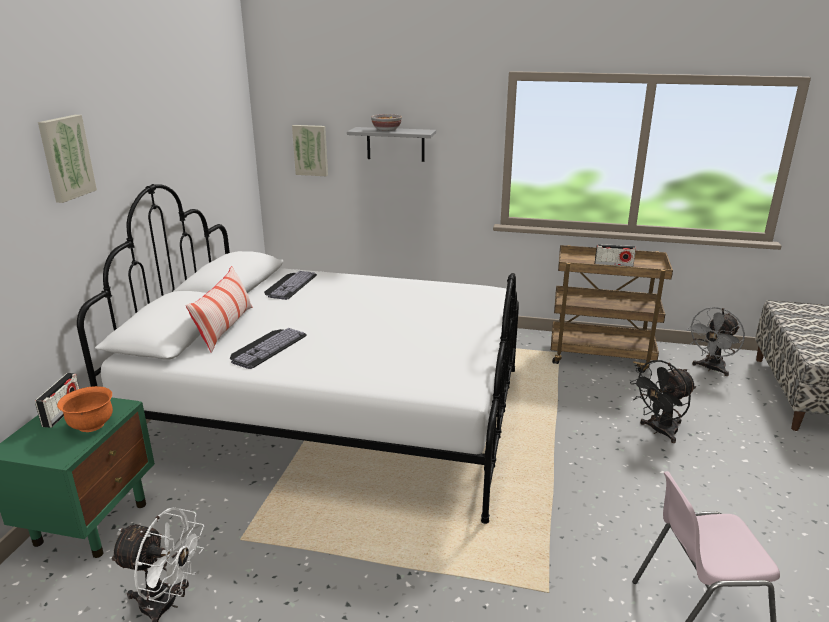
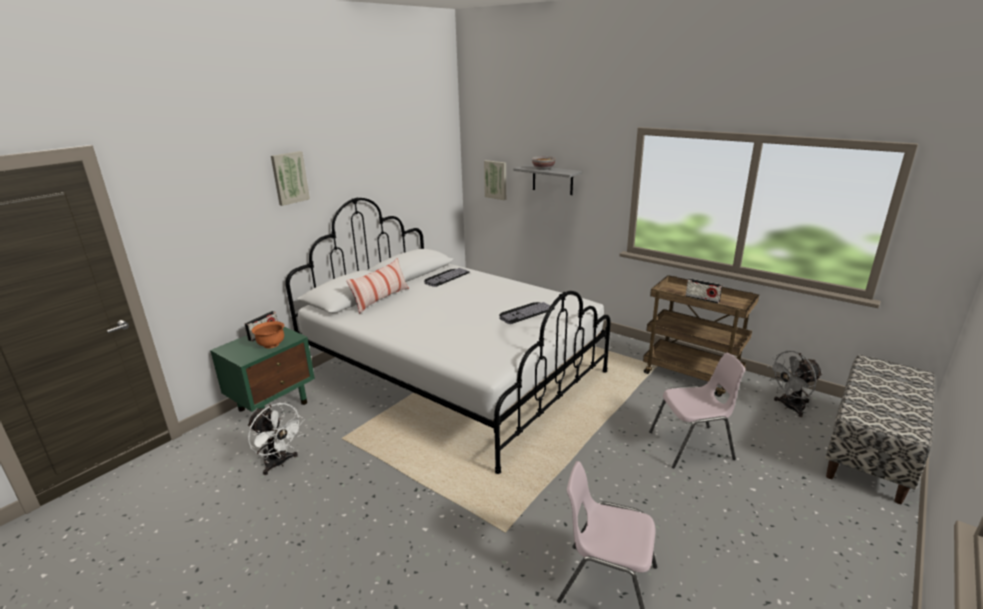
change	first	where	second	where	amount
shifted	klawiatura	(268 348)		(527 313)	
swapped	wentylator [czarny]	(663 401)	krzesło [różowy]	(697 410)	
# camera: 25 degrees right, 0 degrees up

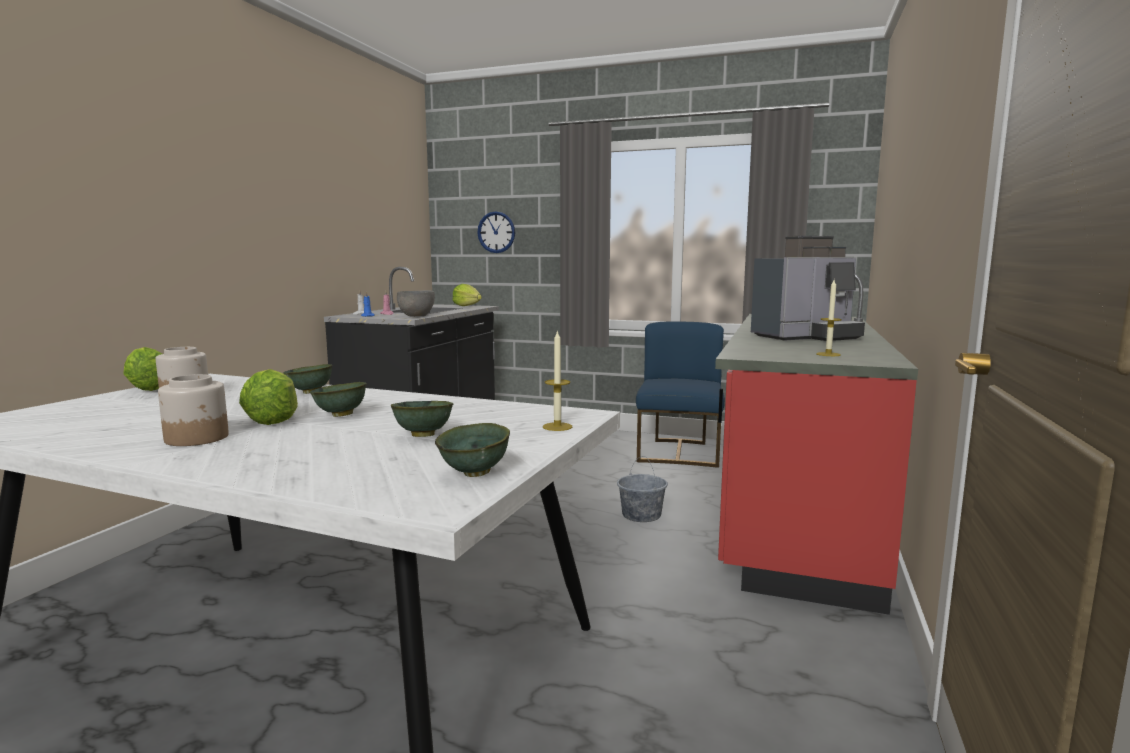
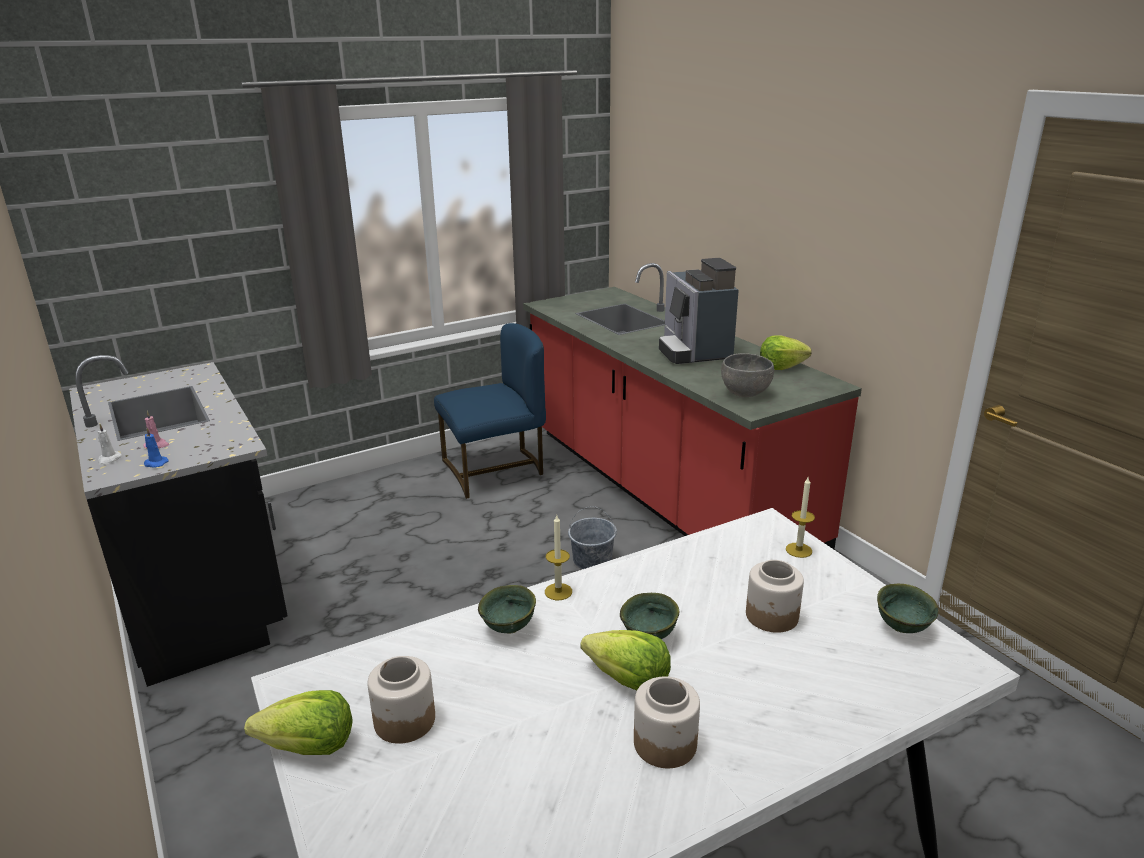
change	first	where	second	where	amount
swapped	miska [zielony]	(422 419)	słoik	(775 596)	
shifted	miska [szary]	(416 303)		(747 375)	
shifted	sałata	(467 295)		(786 352)	
gone	zegar ścienny	(496 232)			
rotated	krzesło [niebieski]	(680 394)		(490 411)	105 degrees clockwise
rotated	ekspres do kawy	(808 288)		(699 311)	150 degrees clockwise
shifted	świeca	(829 318)		(558 557)	
# camera: 50 degrees left, 15 degrees up

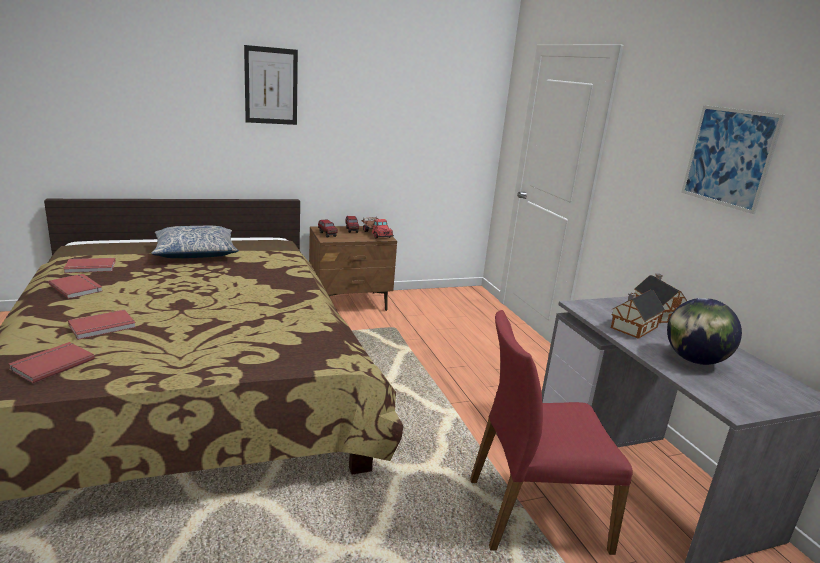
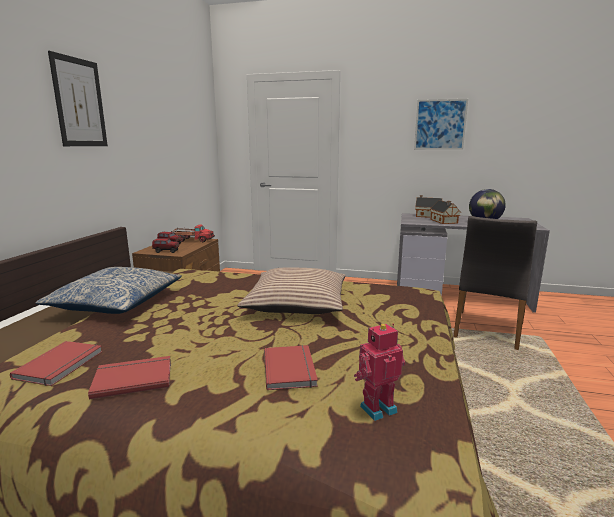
change	first	where	second	where	amount
swapped	książka [czerwony]	(51 363)	robot zabawkowy	(379 372)	
repainted	krzesło [czerwony]	(551 432)	krzesło [szary]	(495 283)	
new			poduszka	(291 290)	
# camera: 55 degrees left, 5 degrees down

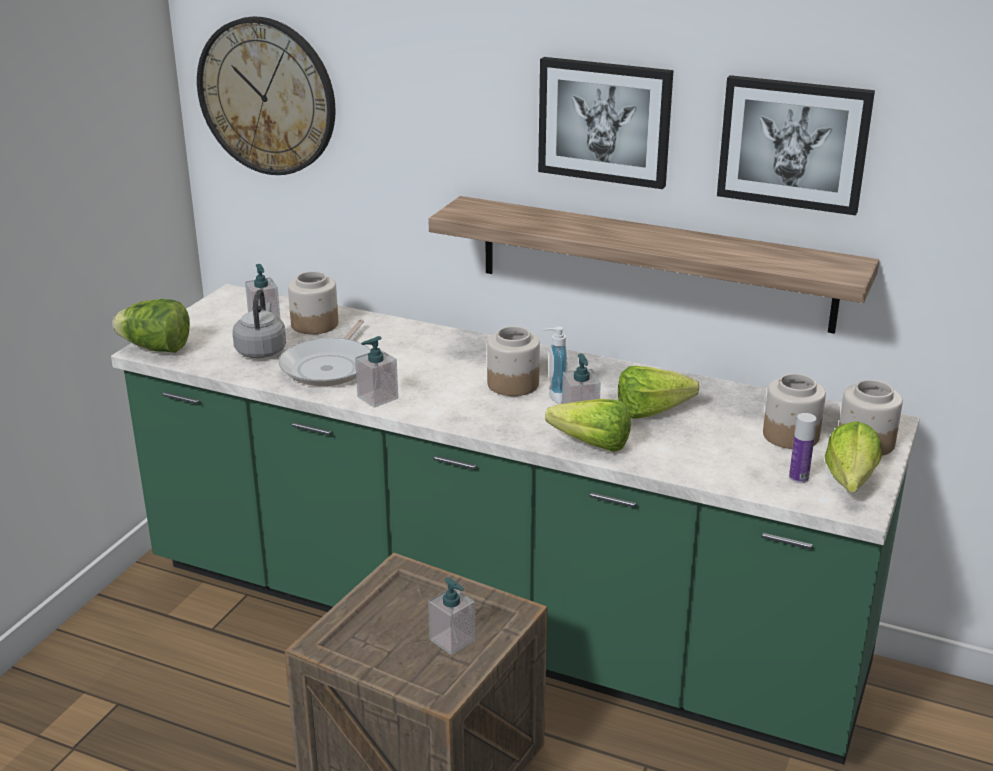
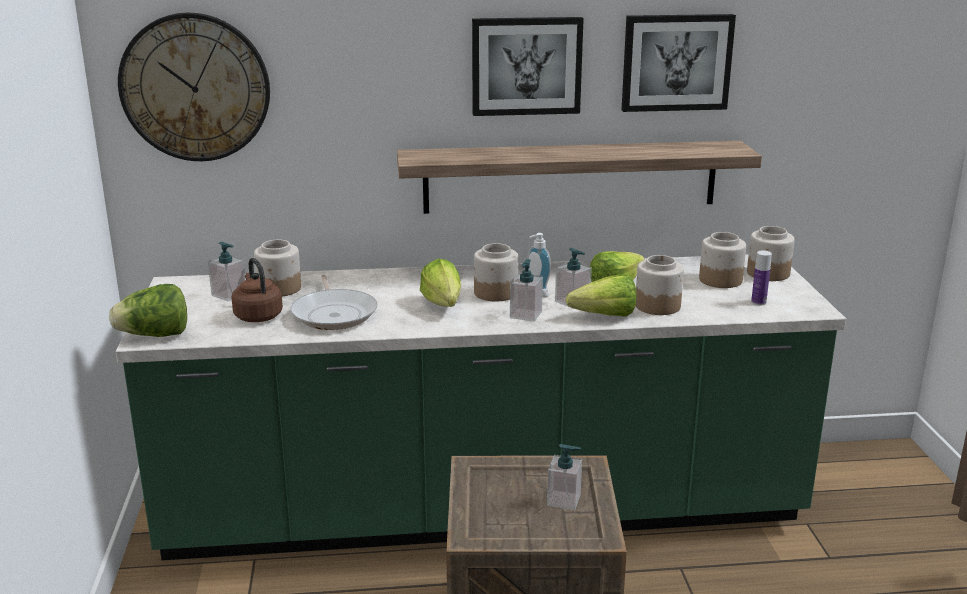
change	first	where	second	where	amount
repainted	czajnik [szary]	(259 323)	czajnik [brązowy]	(257 290)	
shifted	dozownik mydła	(376 372)		(526 290)	
shifted	sałata	(853 457)		(440 283)	
new			słoik	(660 285)	
# camera: 30 degrees left, 5 degrees down

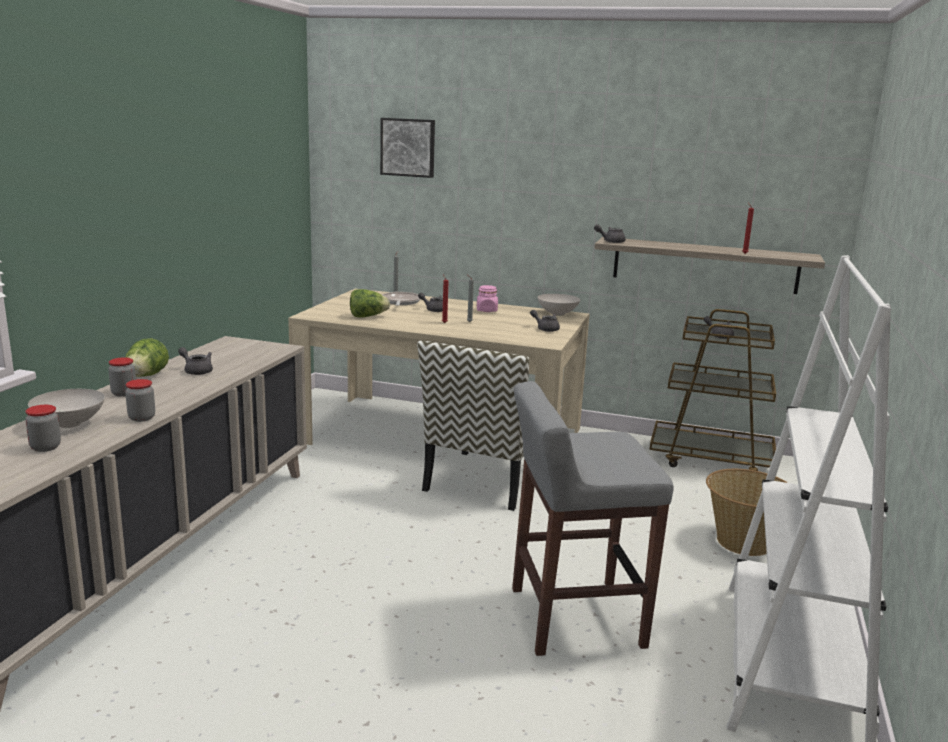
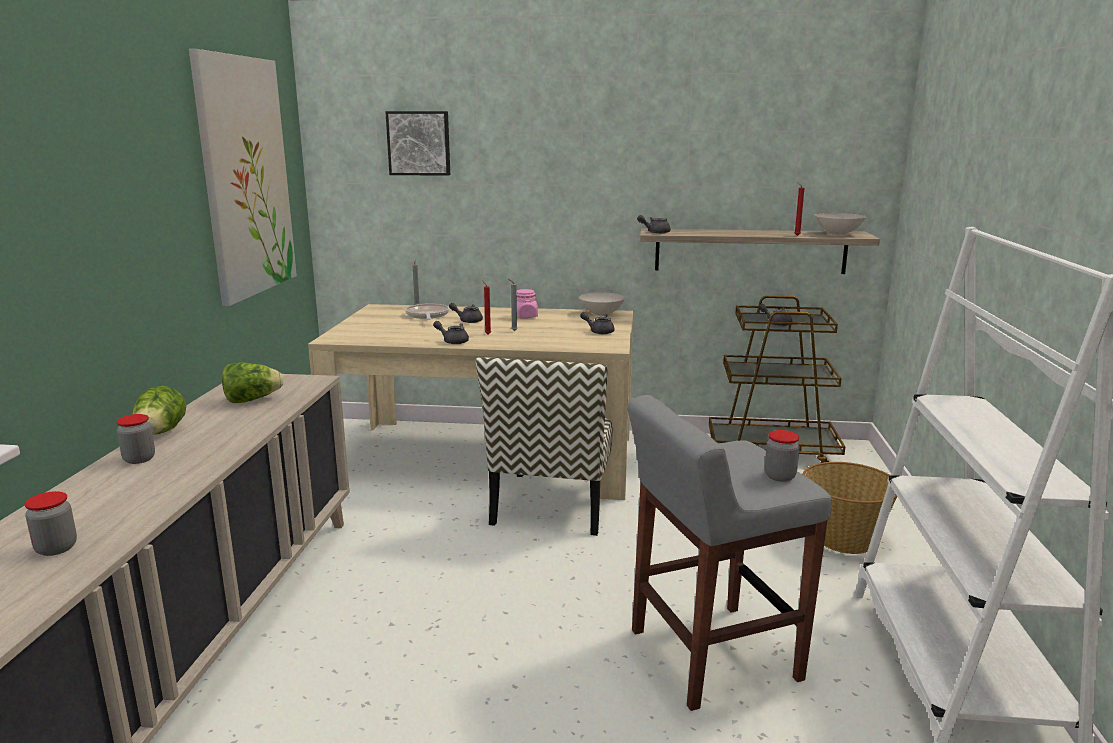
change	first	where	second	where	amount
shifted	miska [biały]	(66 408)		(840 224)	
shifted	słoik	(140 400)		(782 456)	
shifted	imbryk [szary]	(195 361)		(451 332)	
shifted	sałata	(370 303)		(252 383)	
new			obraz	(243 177)	
# camera: 10 degrees left, 0 degrees up

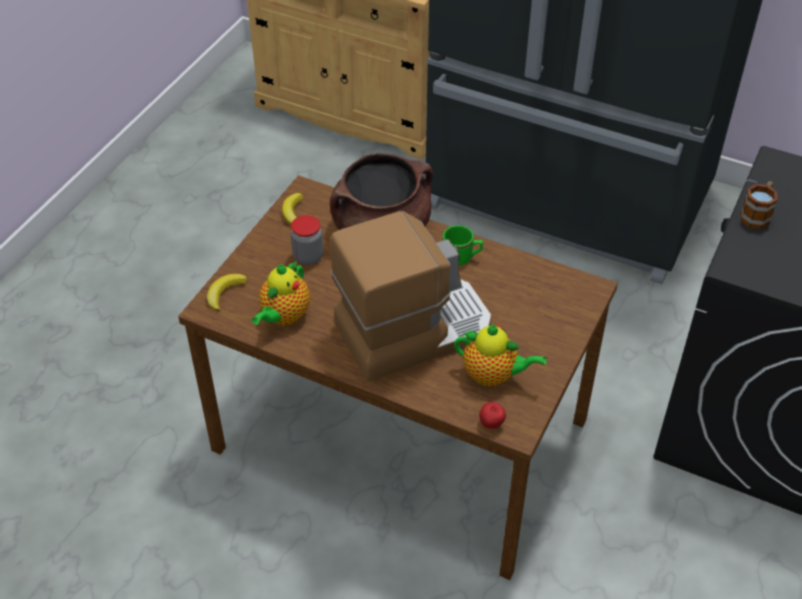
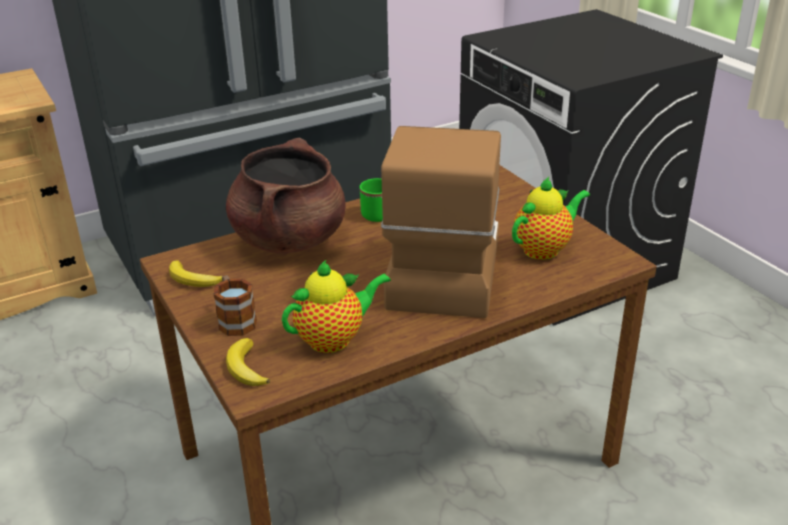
change	first	where	second	where	amount
rotated	imbryk	(281 293)		(336 306)	90 degrees counterclockwise
gone	słoik	(306 240)			
gone	jabłko	(492 415)			
shifted	kubek	(759 205)		(235 305)	
# camera: 55 degrees left, 15 degrees down

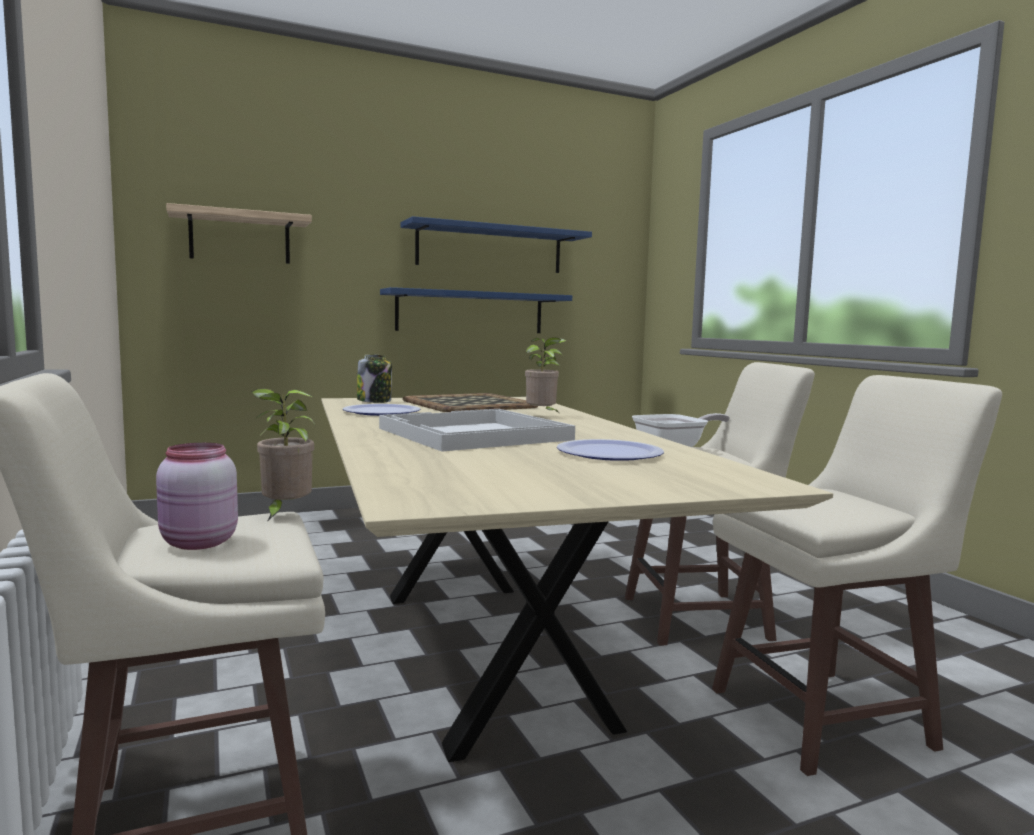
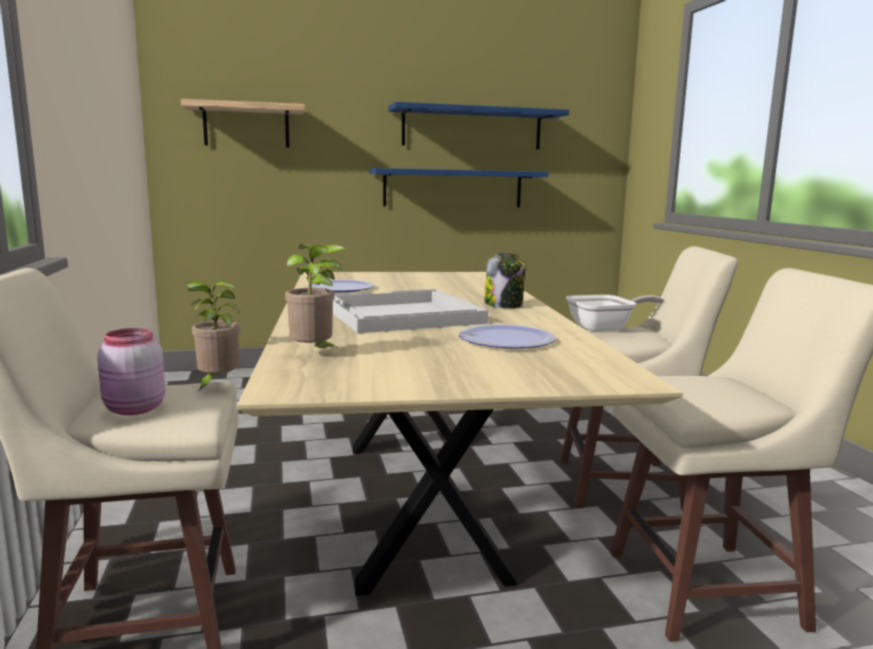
change	first	where	second	where	amount
shifted	słoik	(374 378)		(505 281)	
gone	taca	(470 402)			
shifted	roślina doniczkowa	(545 376)		(315 297)	
# camera: 10 degrees right, 5 degrees up

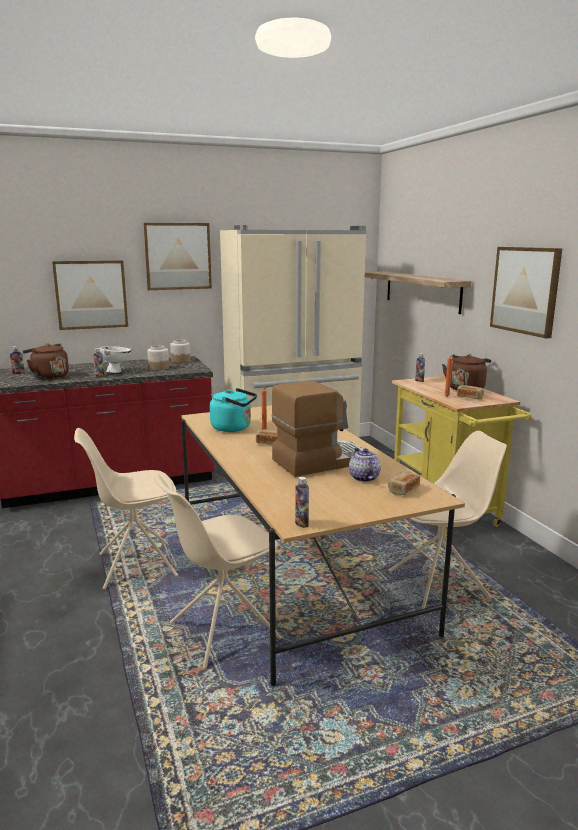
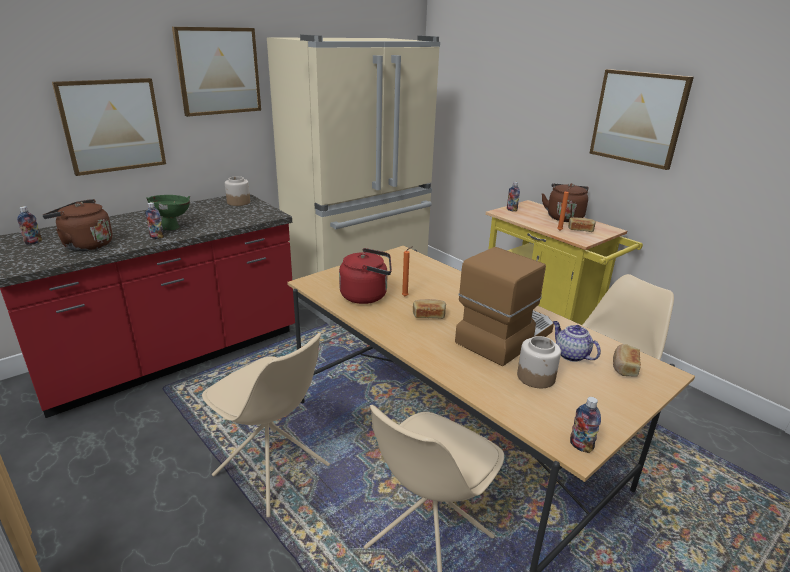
change	first	where	second	where	amount
rotated	krzesło [beżowy]	(126 509)		(266 425)	105 degrees counterclockwise
repainted	miska [biały]	(115 359)	miska [zielony]	(168 212)	
shifted	słoik	(158 357)		(539 362)	
repainted	czajnik [turkusowy]	(233 410)	czajnik [czerwony]	(365 276)	
gone	półka	(418 293)			
# camera: 20 degrees left, 10 degrees up

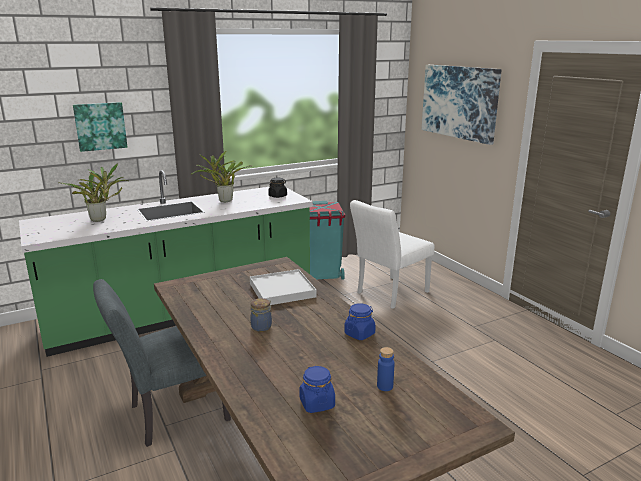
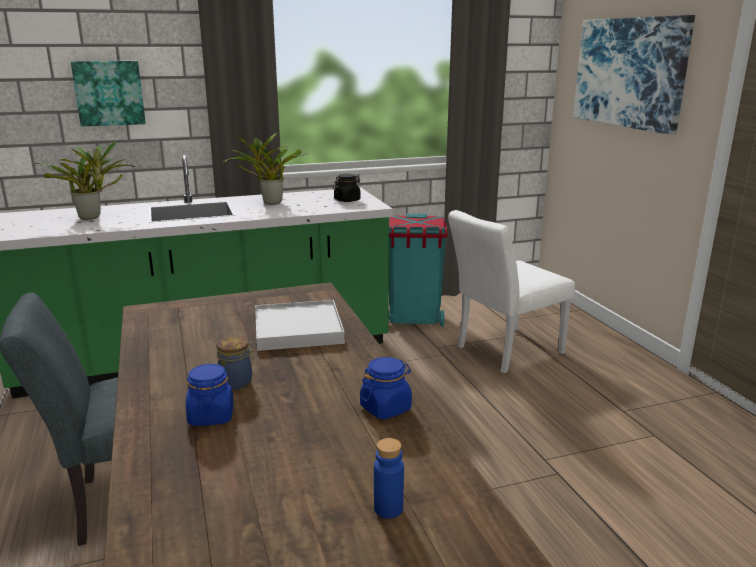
change	first	where	second	where	amount
shifted	słoik [niebieski]	(317 389)		(210 395)	
# camera: 10 degrees right, 0 degrees up

